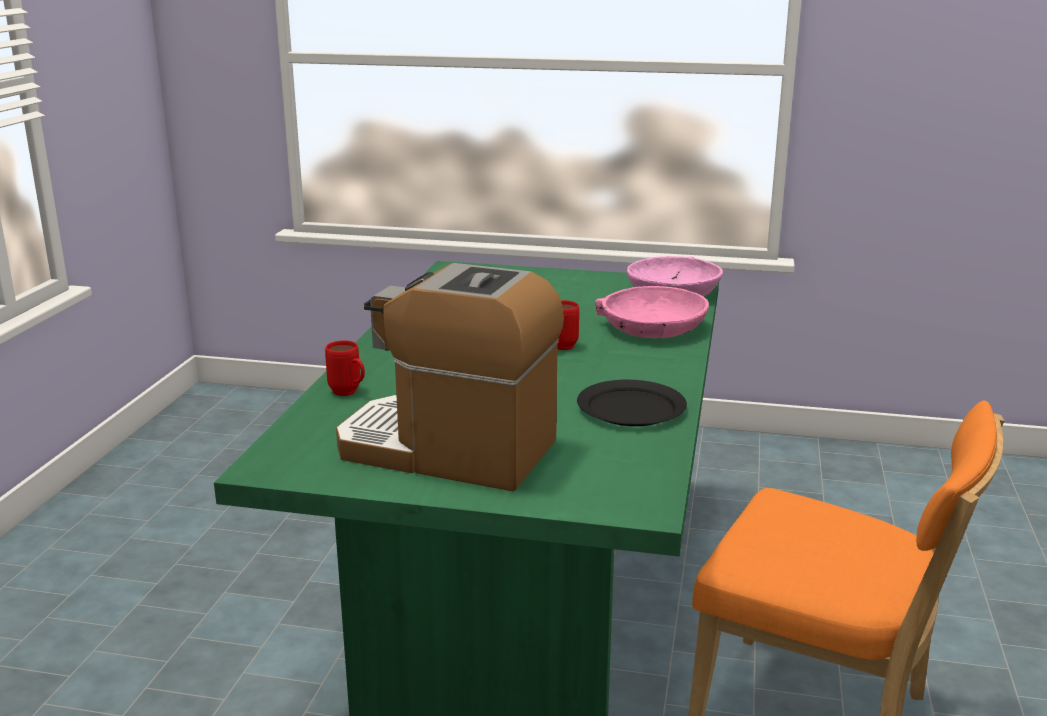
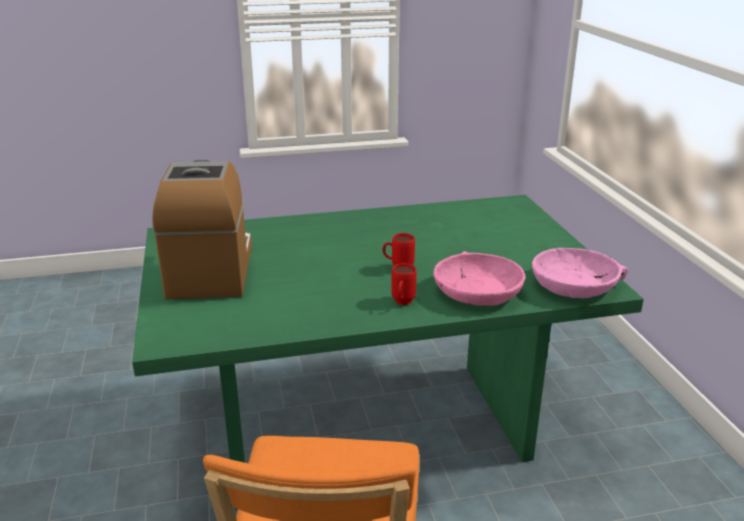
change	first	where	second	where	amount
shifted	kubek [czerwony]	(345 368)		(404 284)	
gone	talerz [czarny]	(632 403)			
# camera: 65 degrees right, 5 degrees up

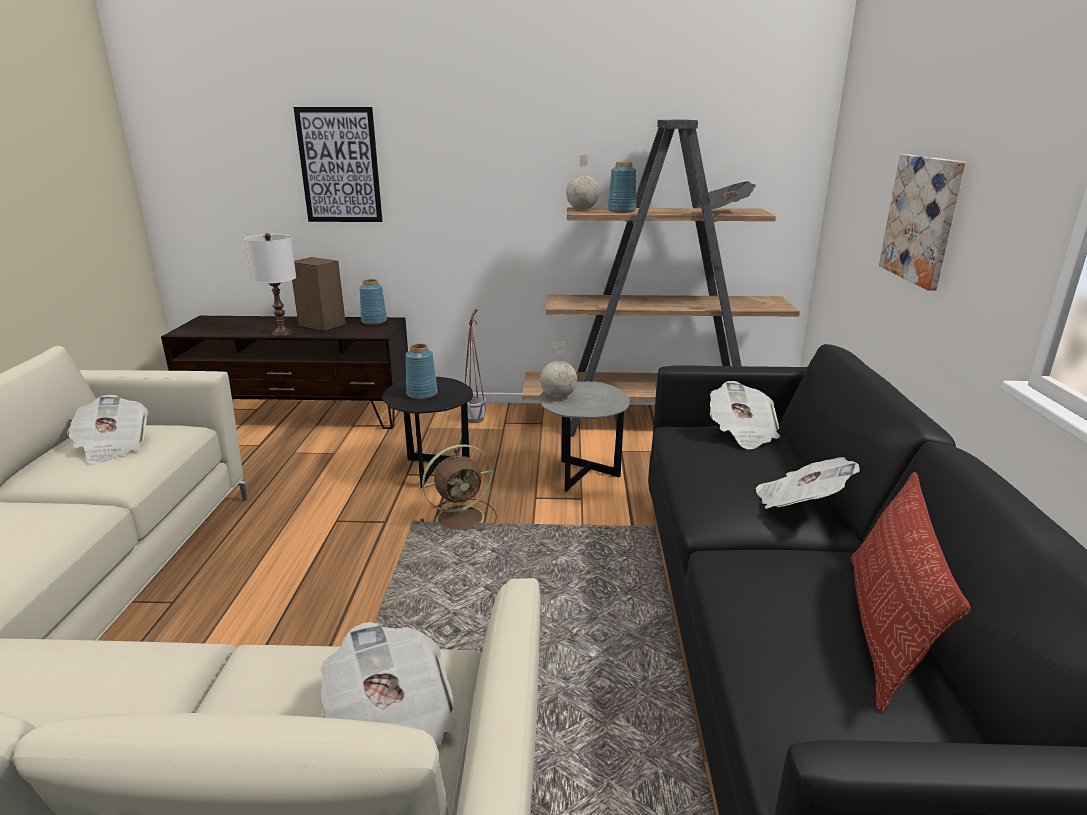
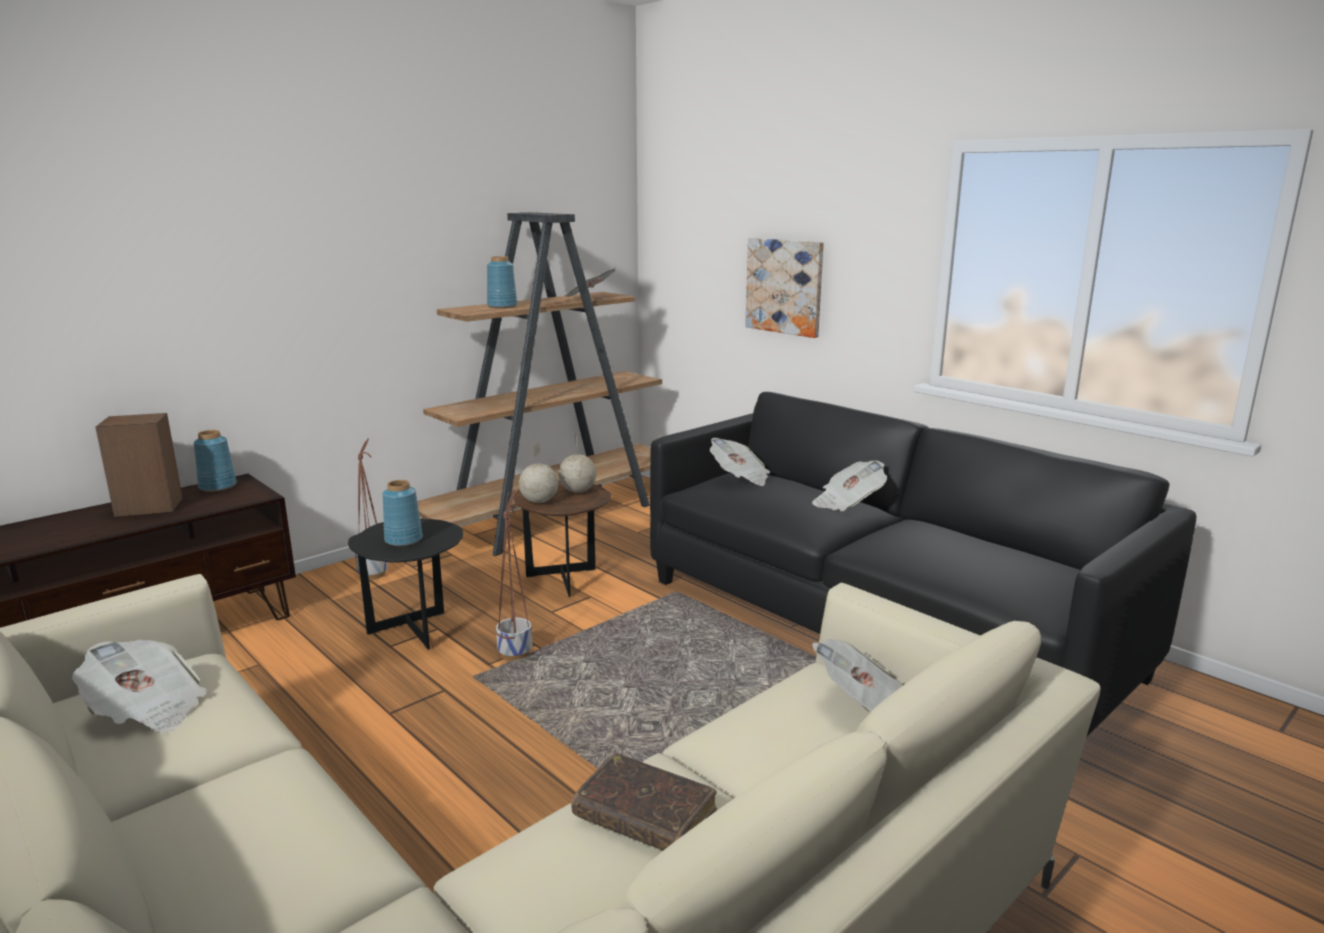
change	first	where	second	where	amount
gone	lampa stołowa [biały]	(270 284)			
gone	obraz	(338 164)			
swapped	wentylator [brązowy]	(458 490)	donica	(514 575)	
repainted	stolik [szary]	(584 437)	stolik [brązowy]	(562 539)	
shifted	globus	(583 182)		(577 463)	
gone	poduszka	(911 592)			
new			książka [brązowy]	(644 802)	
# camera: 45 degrees left, 5 degrees down

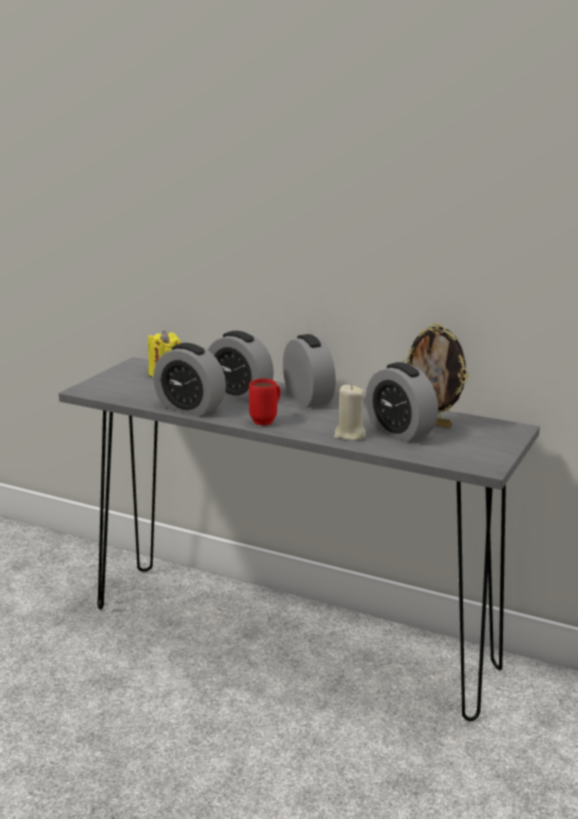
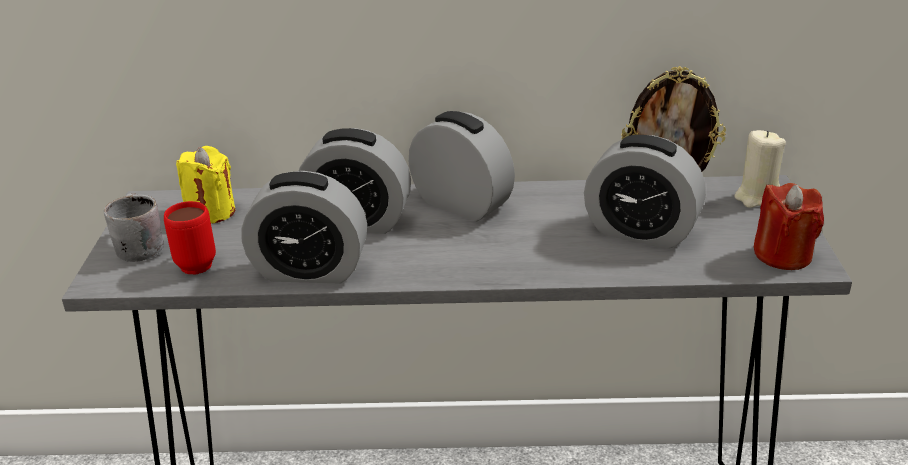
change	first	where	second	where	amount
shifted	kubek [czerwony]	(264 402)		(190 238)	
shifted	świeca [beżowy]	(350 412)		(760 169)	
new			kubek [szary]	(133 227)	
new			świeca [czerwony]	(788 226)	
# camera: 25 degrees left, 10 degrees up

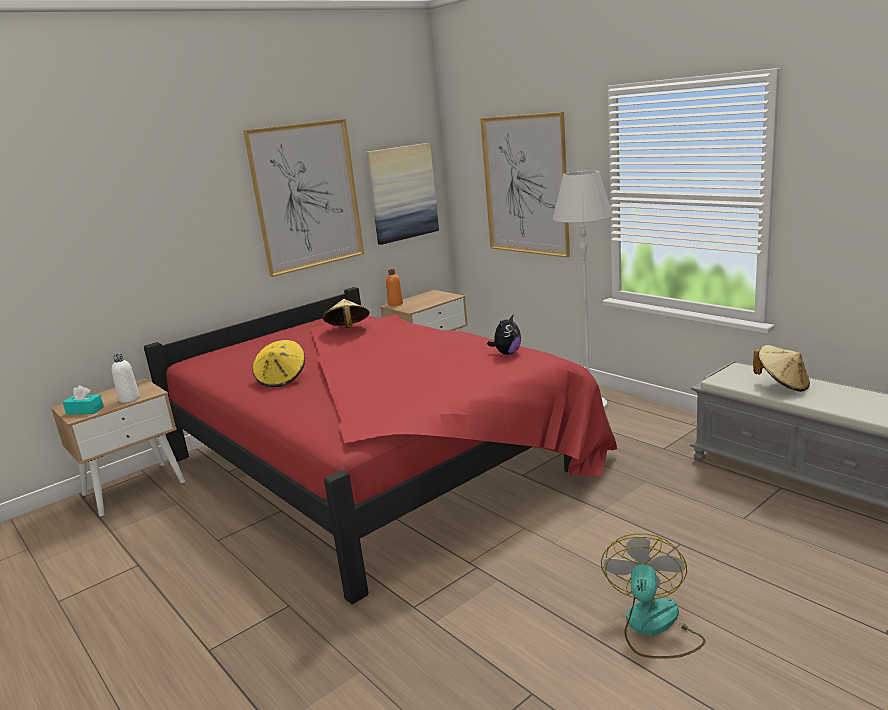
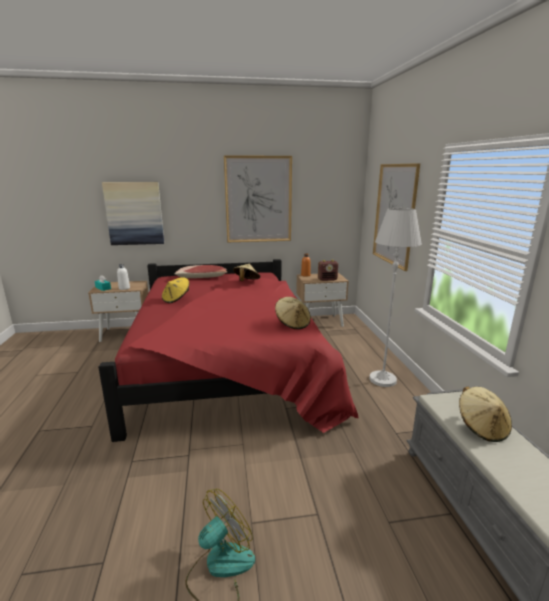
change	first	where	second	where	amount
shifted	obraz	(402 194)		(133 213)	
swapped	pluszak	(504 335)	kapelusz [beżowy]	(293 313)	
new			poduszka	(200 271)	
new			radio	(328 270)	
# camera: 30 degrees right, 0 degrees up

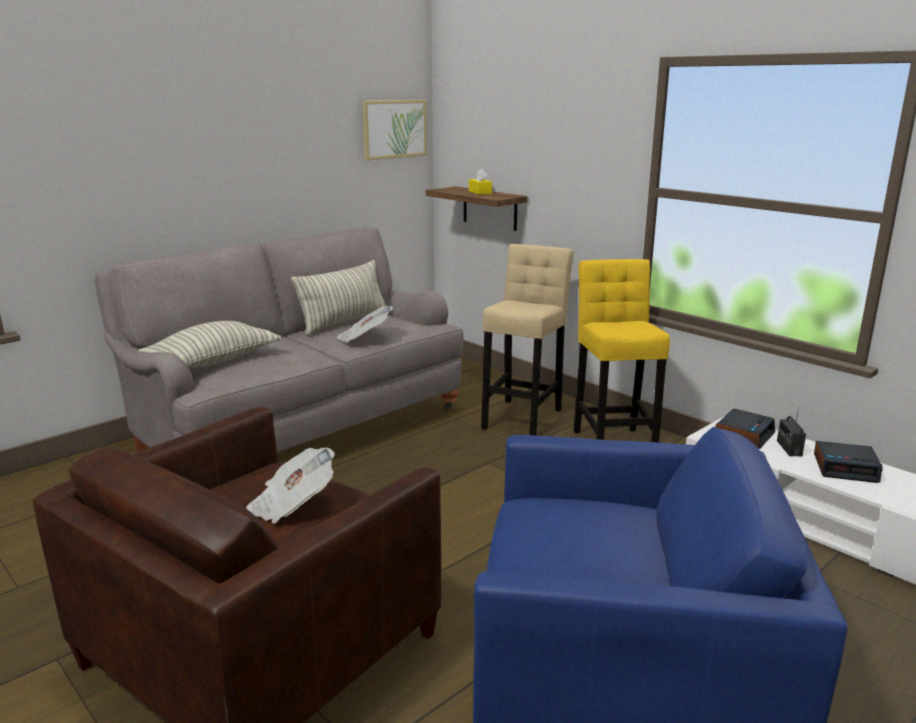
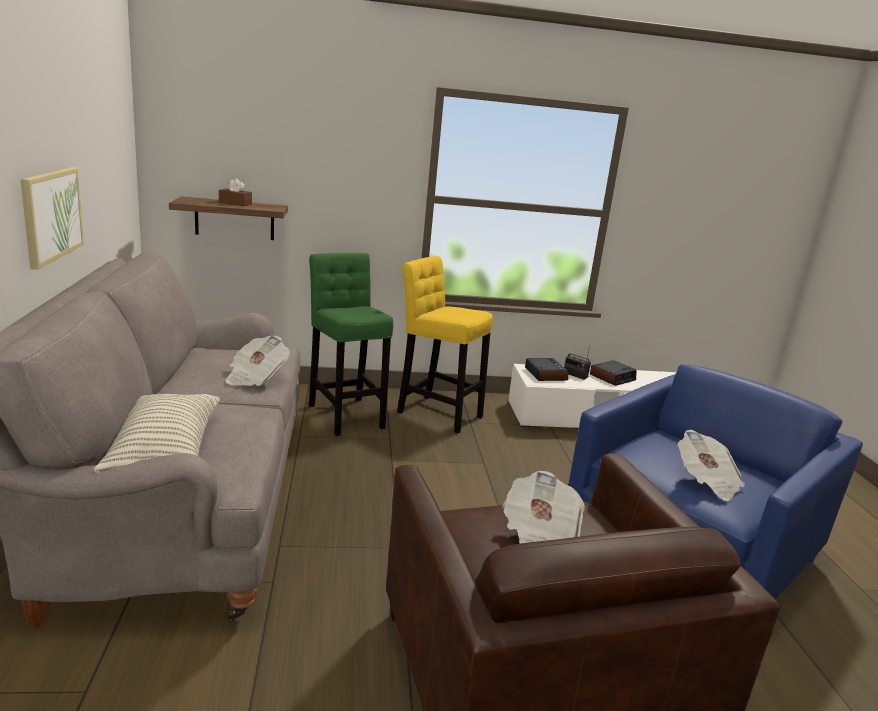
change	first	where	second	where	amount
gone	poduszka	(340 298)			
shifted	obraz	(394 130)		(52 218)	
repainted	pudełko chusteczek [żółty]	(480 182)	pudełko chusteczek [brązowy]	(235 192)	
repainted	stołek [beżowy]	(527 340)	stołek [zielony]	(351 344)	
new			gazeta	(711 465)	
# camera: 55 degrees left, 0 degrees up

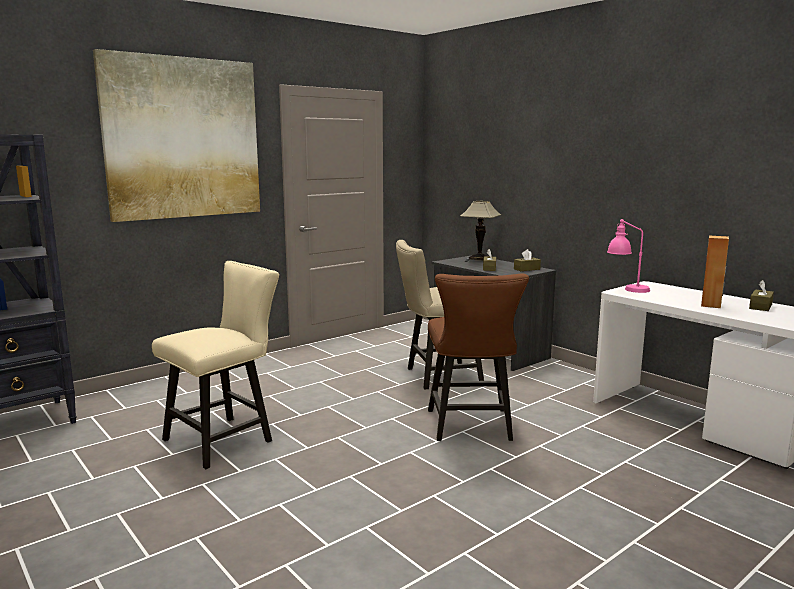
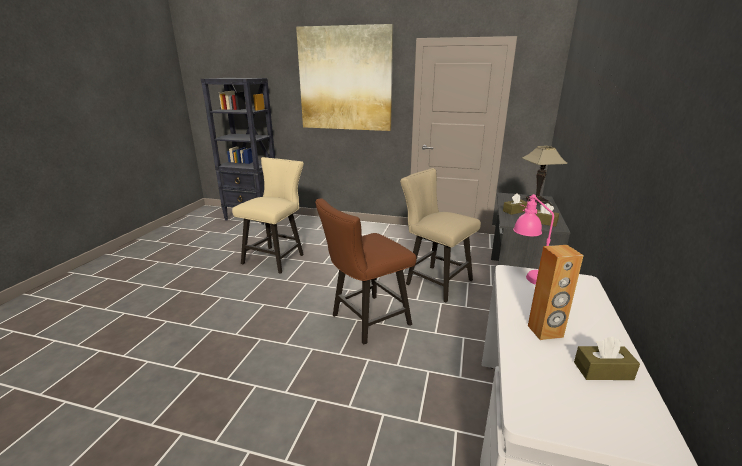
change	first	where	second	where	amount
rotated	krzesło [beżowy]	(215 365)		(268 215)	75 degrees counterclockwise
# camera: 55 degrees right, 10 degrees up

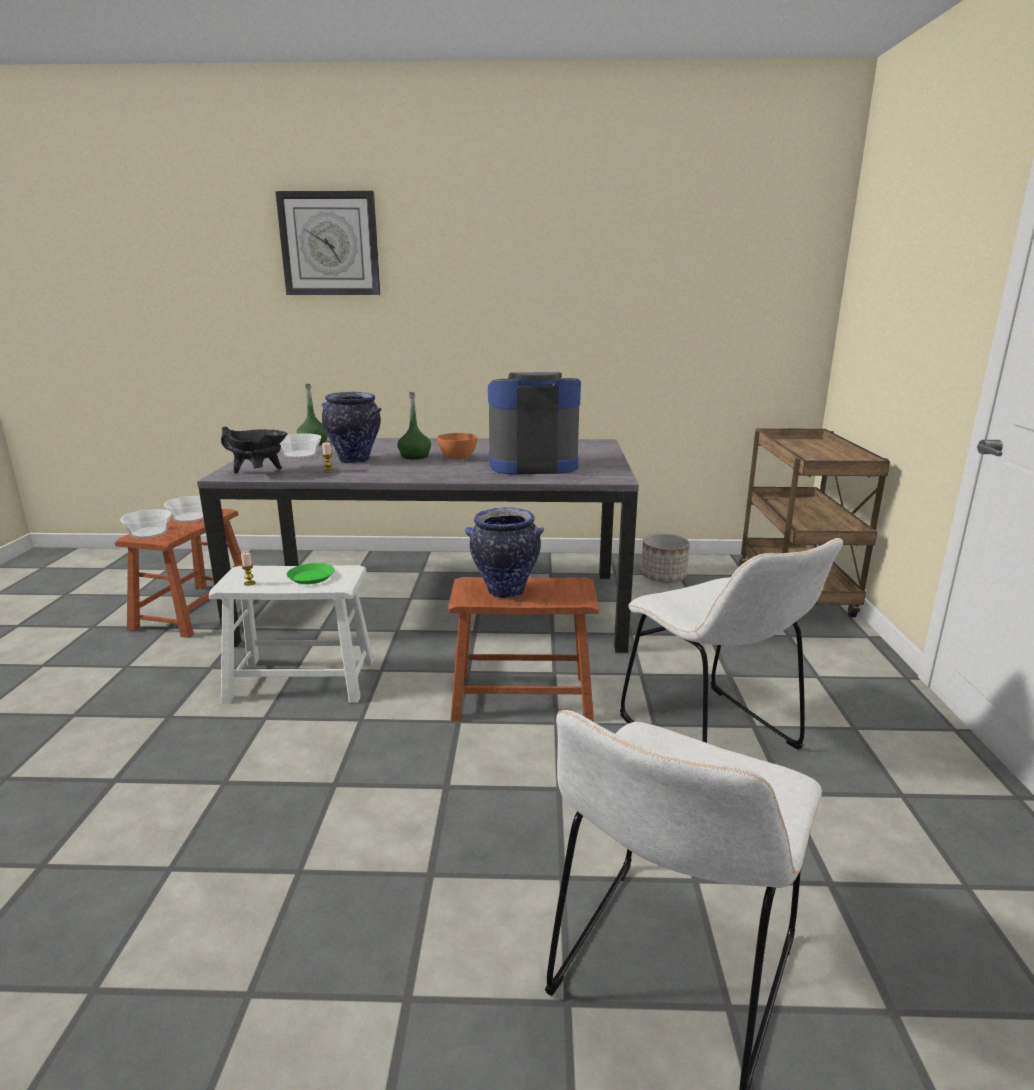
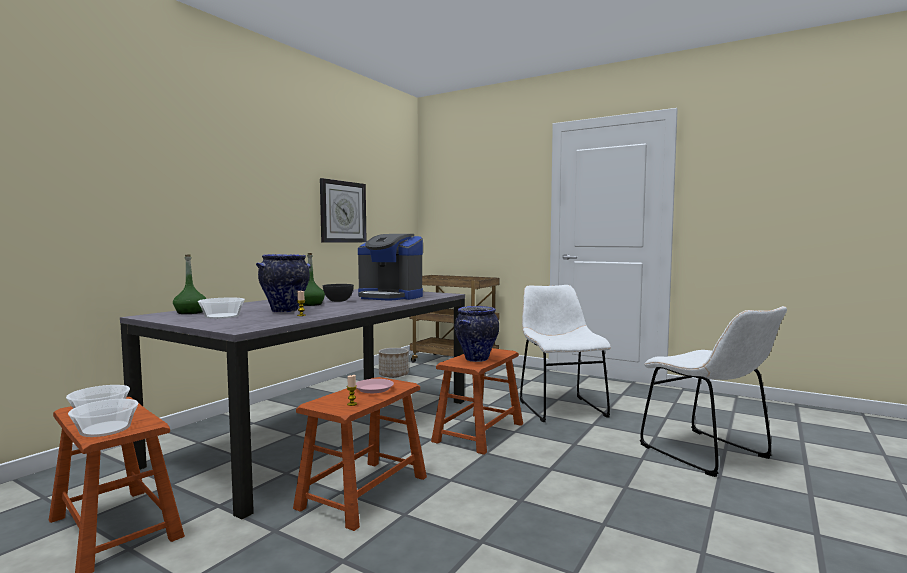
change	first	where	second	where	amount
repainted	stołek [biały]	(291 634)	stołek [brązowy]	(360 454)	
gone	garnek [czarny]	(254 450)			
shifted	zegar ścienny	(327 243)		(343 210)	
repainted	talerz [zielony]	(310 573)	talerz [różowy]	(375 386)	
repainted	miska [pomarańczowy]	(457 446)	miska [szary]	(338 293)	
rotated	ekspres do kawy	(534 423)		(390 267)	90 degrees counterclockwise
rotated	krzesło [biały]	(731 644)		(565 353)	105 degrees counterclockwise
# camera: 60 degrees left, 15 degrees down

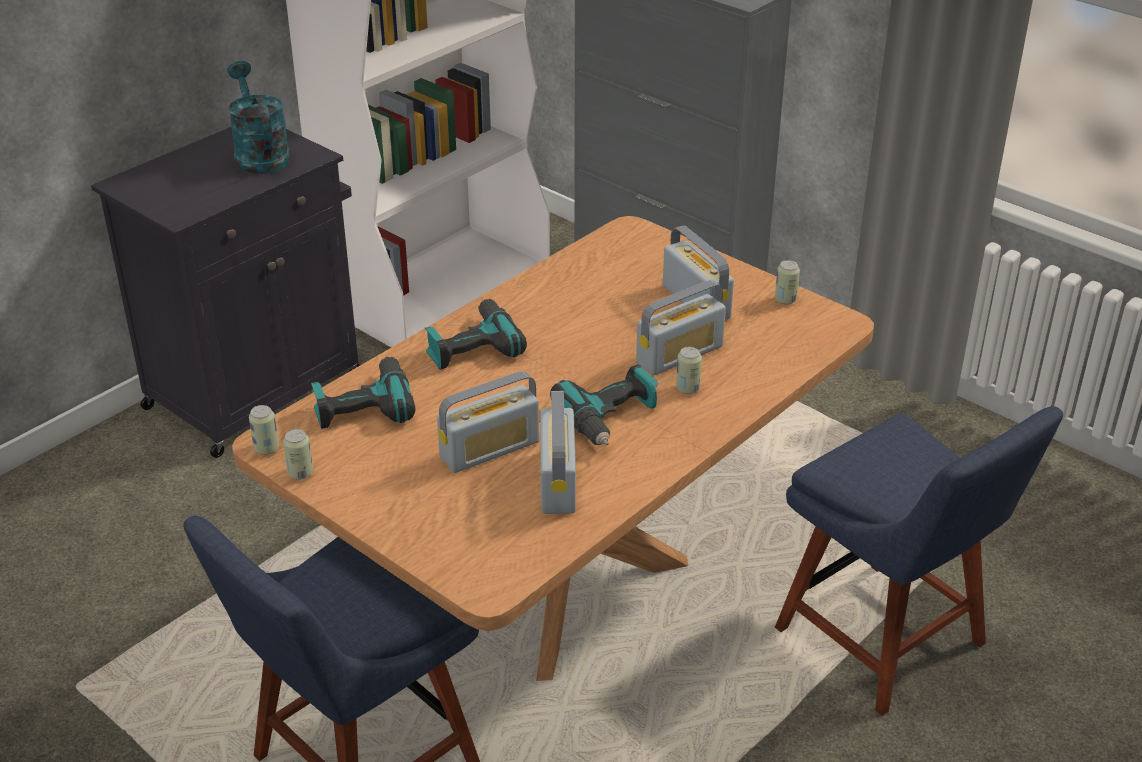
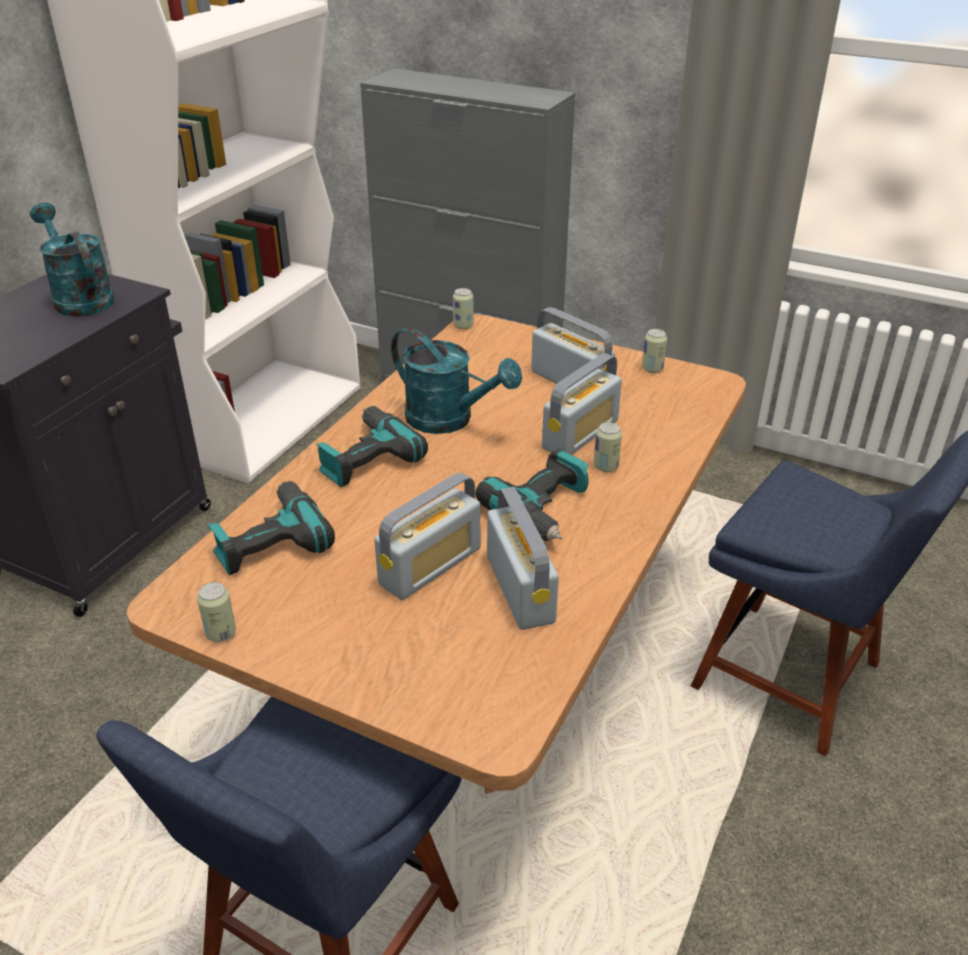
change	first	where	second	where	amount
shifted	puszka	(264 430)		(463 308)	
new			konewka [turkusowy]	(456 380)	
# camera: 15 degrees left, 0 degrees up

